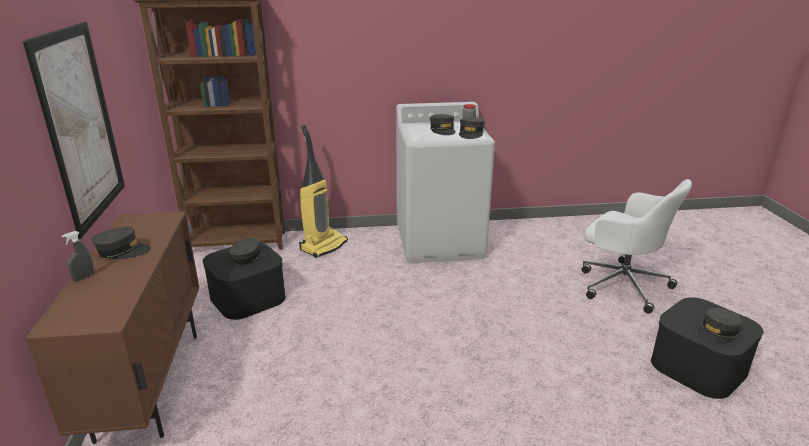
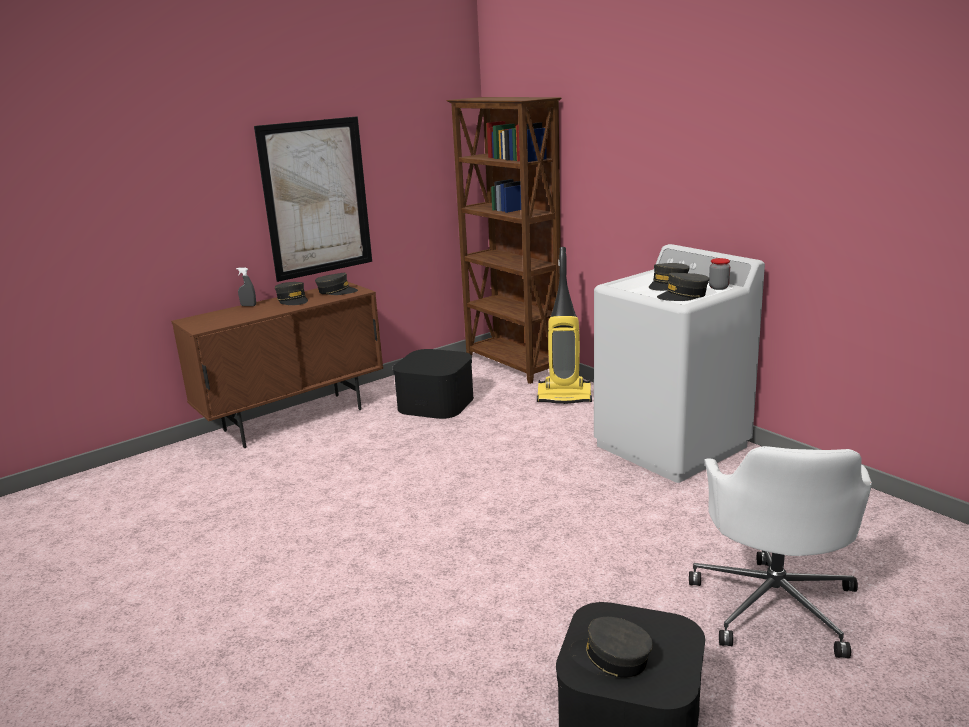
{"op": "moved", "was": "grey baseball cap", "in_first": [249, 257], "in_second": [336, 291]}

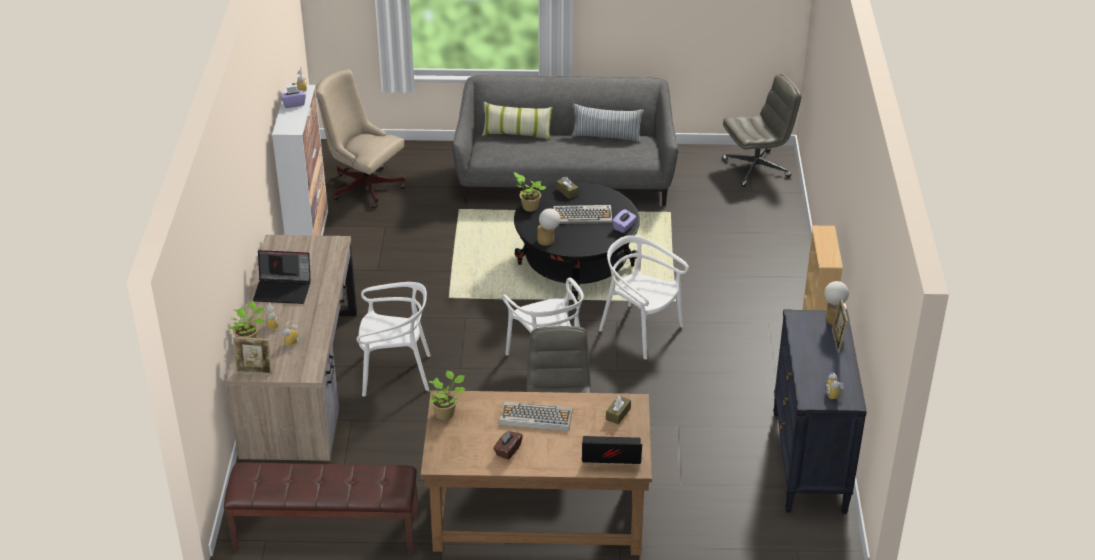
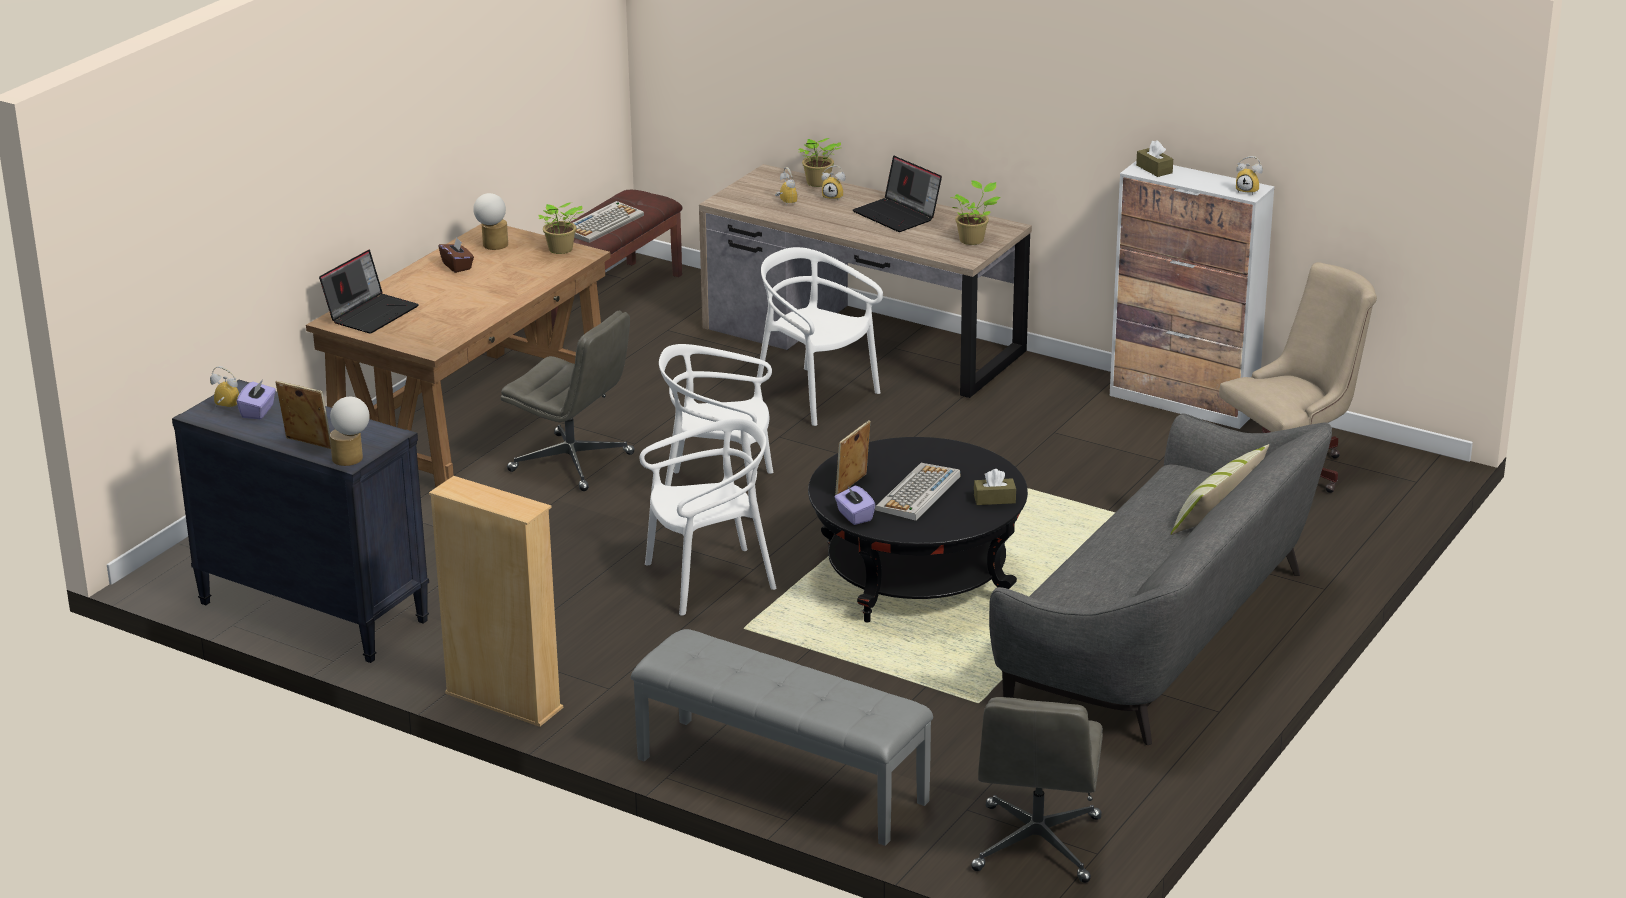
{"op": "moved", "was": "photo frame", "in_first": [255, 371], "in_second": [852, 486]}
{"op": "turned", "was": "laptop", "in_first": [283, 290], "in_second": [898, 215], "clockwise": -75}
{"op": "moved", "was": "purple tissue box", "in_first": [293, 104], "in_second": [258, 411]}
{"op": "turned", "was": "white plain chair", "in_first": [395, 373], "in_second": [815, 396], "clockwise": 105}
{"op": "moved", "was": "PC keyboard", "in_first": [535, 417], "in_second": [602, 224]}
{"op": "moved", "was": "plant in a pot", "in_first": [529, 207], "in_second": [973, 240]}
{"op": "moved", "was": "table lamp", "in_first": [548, 241], "in_second": [492, 246]}
{"op": "removed", "was": "throw pillow", "in_first": [606, 136]}
{"op": "moved", "was": "brown tissue box", "in_first": [618, 414], "in_second": [1154, 169]}
{"op": "added", "now": "grey indoor bench", "in_second": [780, 780]}

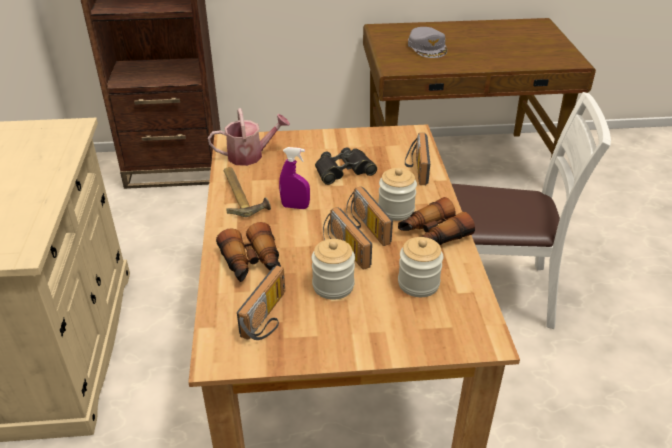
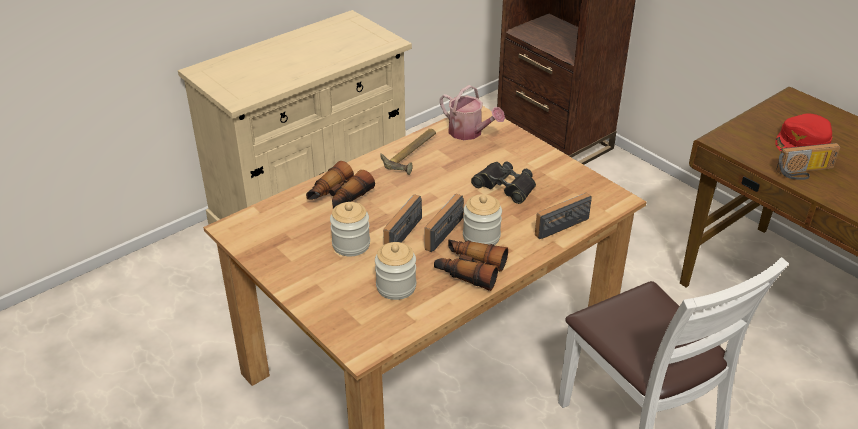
{"op": "moved", "was": "radio", "in_first": [268, 317], "in_second": [805, 172]}
{"op": "removed", "was": "purple spray bottle", "in_first": [295, 206]}
{"op": "recoloured", "was": "grey baseball cap", "now": "red baseball cap", "in_first": [427, 47], "in_second": [803, 142]}

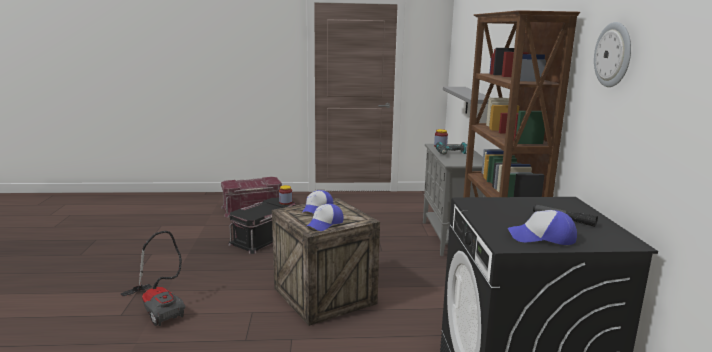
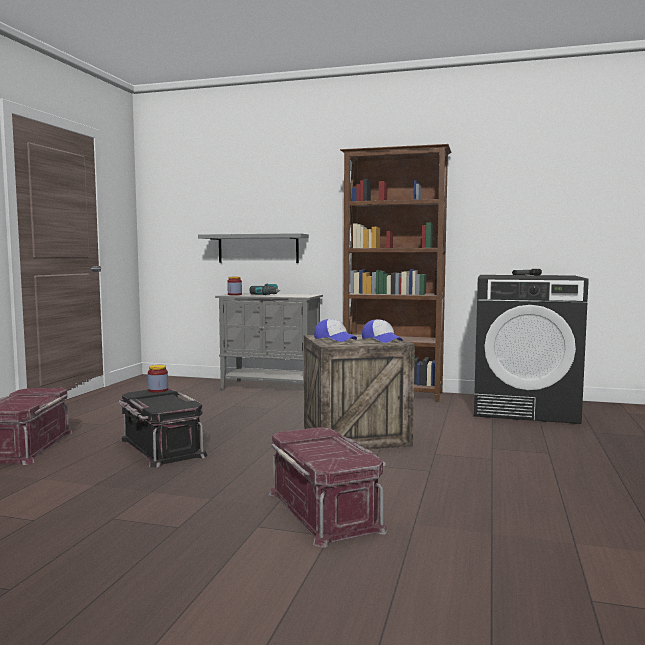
{"op": "replaced", "was": "vacuum cleaner", "now": "red storage bin", "in_first": [159, 308], "in_second": [325, 510]}
{"op": "removed", "was": "baseball cap", "in_first": [542, 237]}
{"op": "removed", "was": "wall clock", "in_first": [613, 55]}

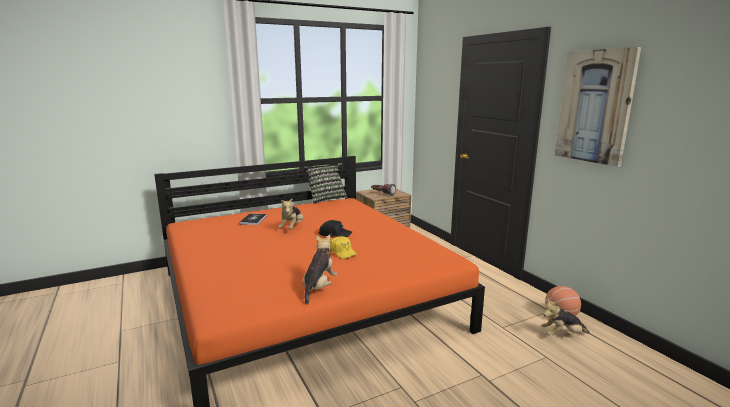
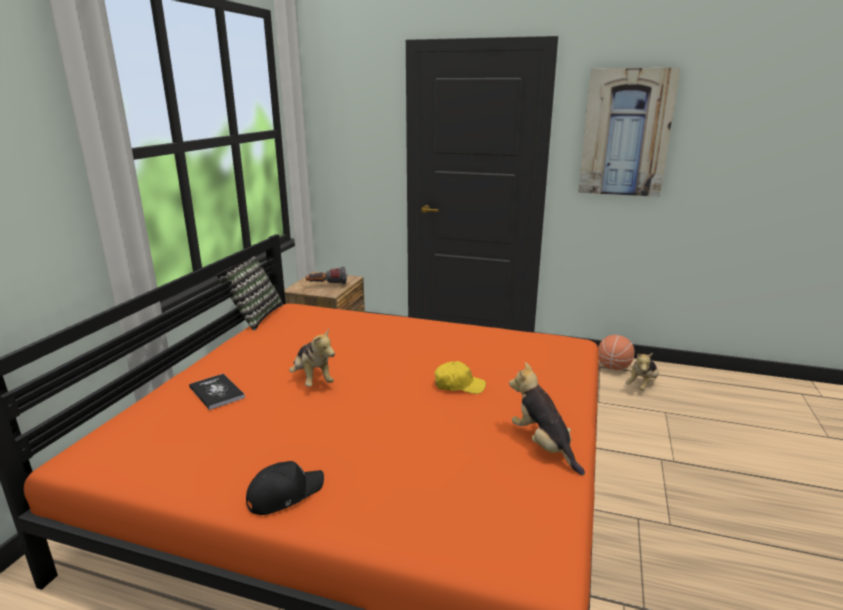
{"op": "moved", "was": "black-coloured baseball cap", "in_first": [334, 234], "in_second": [284, 494]}

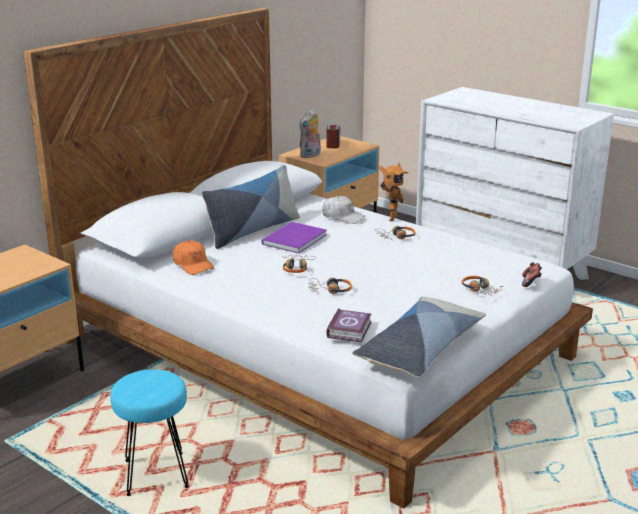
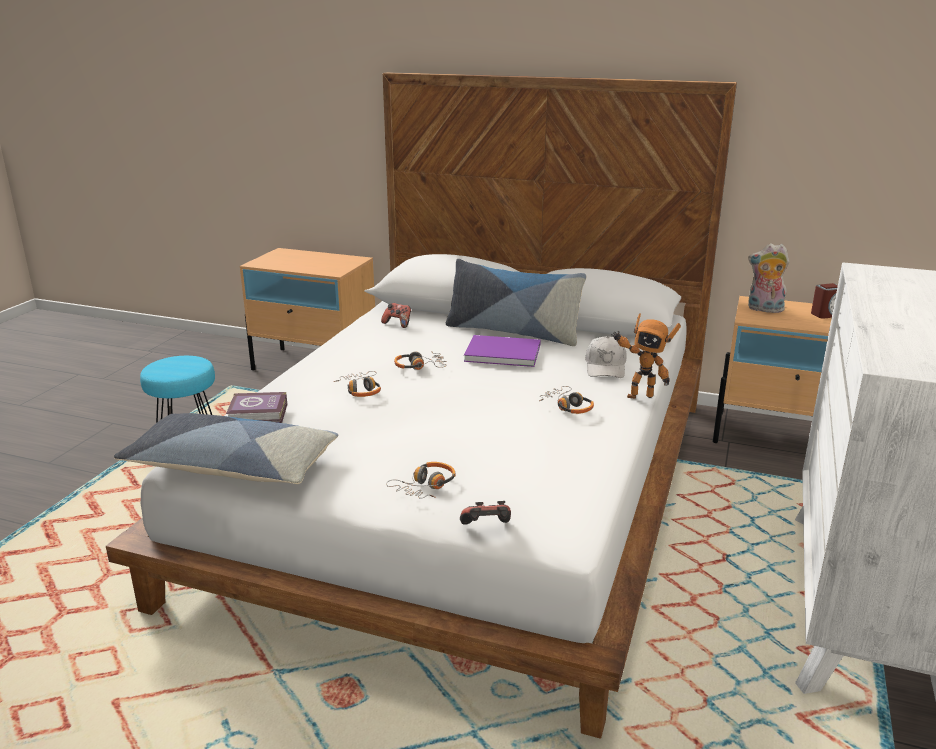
{"op": "replaced", "was": "orange baseball cap", "now": "gamepad", "in_first": [193, 265], "in_second": [398, 324]}

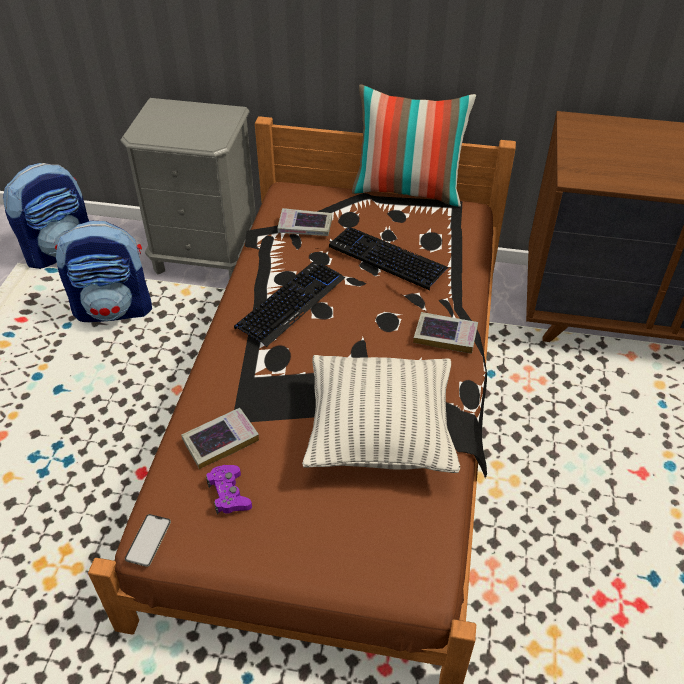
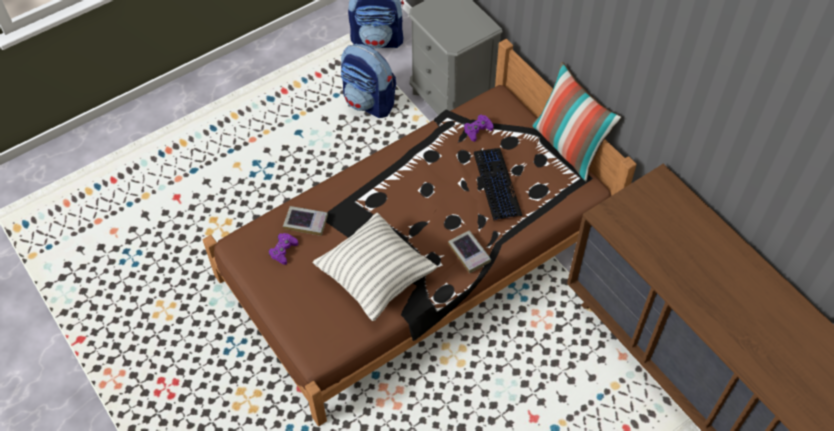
{"op": "removed", "was": "telephone", "in_first": [148, 540]}
{"op": "removed", "was": "PC keyboard", "in_first": [291, 303]}
{"op": "replaced", "was": "bound book", "now": "purple gamepad", "in_first": [305, 227], "in_second": [477, 130]}

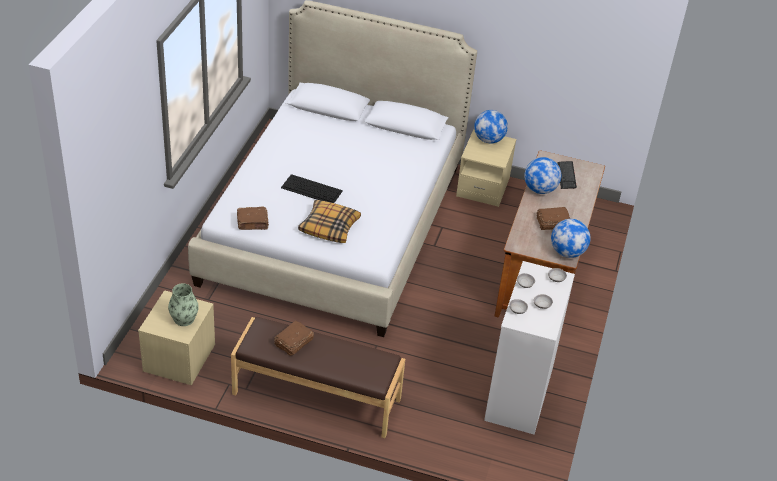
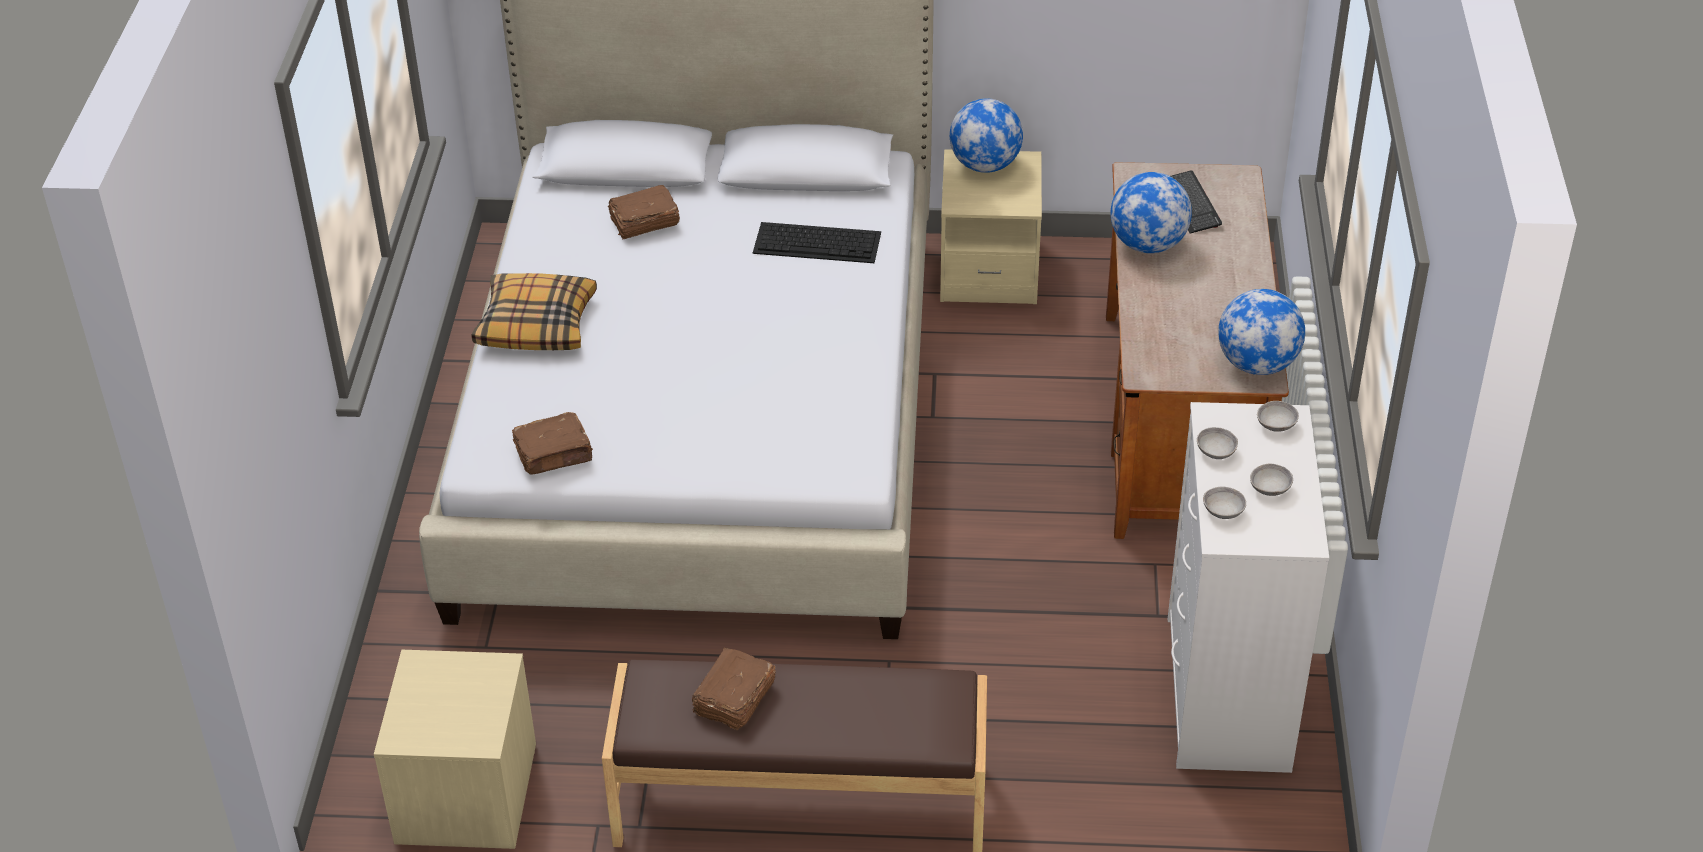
{"op": "removed", "was": "decorative vase", "in_first": [184, 319]}
{"op": "moved", "was": "PC keyboard", "in_first": [312, 189], "in_second": [818, 242]}
{"op": "moved", "was": "throw pillow", "in_first": [329, 227], "in_second": [537, 324]}
{"op": "moved", "was": "brown bound book", "in_first": [552, 223], "in_second": [643, 222]}

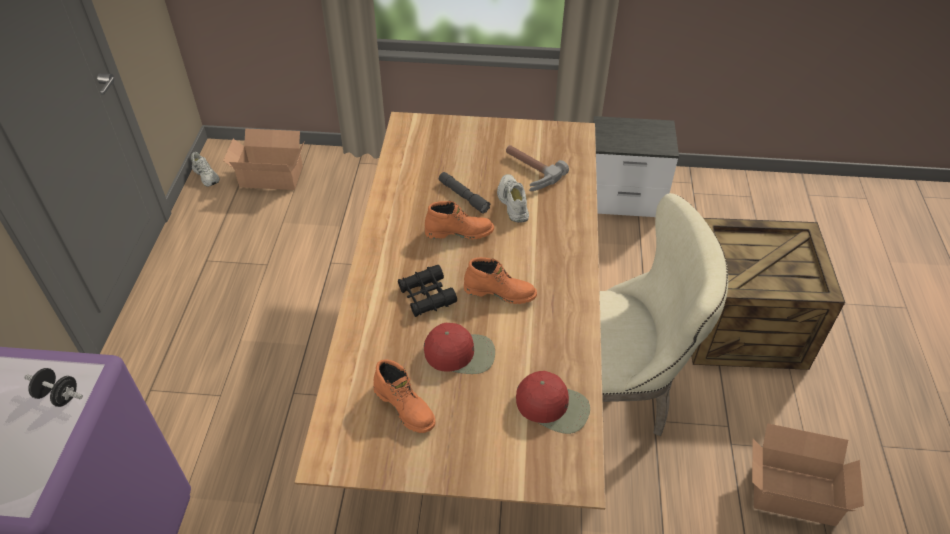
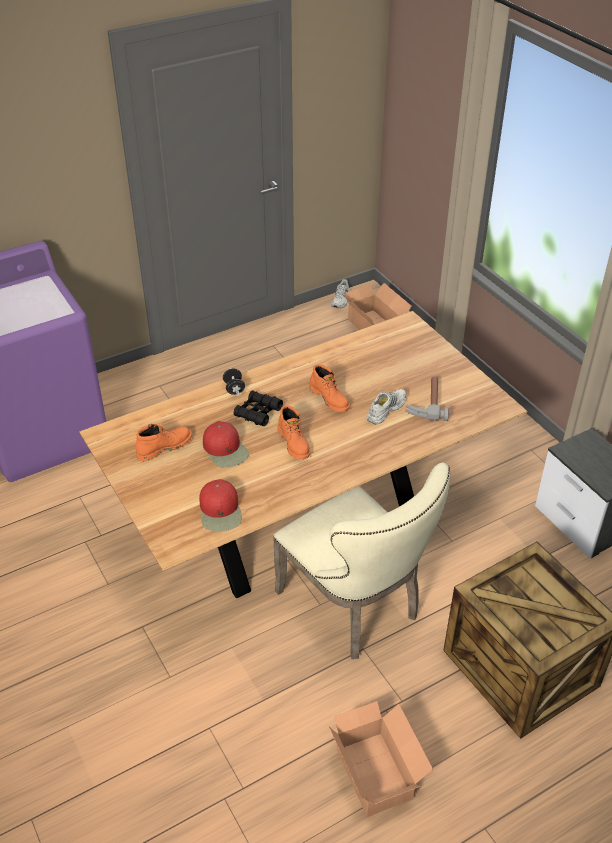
{"op": "moved", "was": "black-coloured free weight", "in_first": [58, 396], "in_second": [234, 389]}
{"op": "turned", "was": "orange high-top boot", "in_first": [405, 406], "in_second": [164, 447], "clockwise": -135}
{"op": "removed", "was": "grey hand torch", "in_first": [463, 196]}

